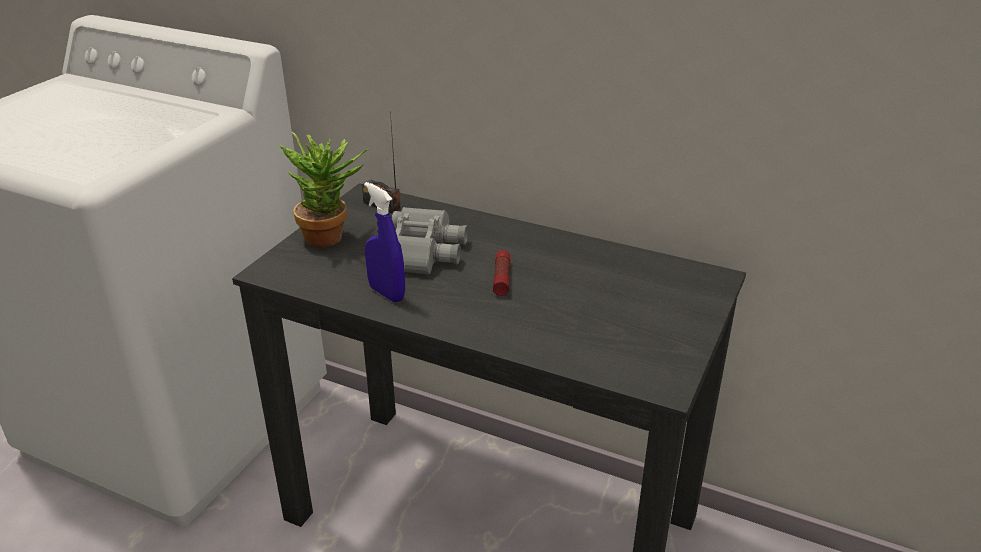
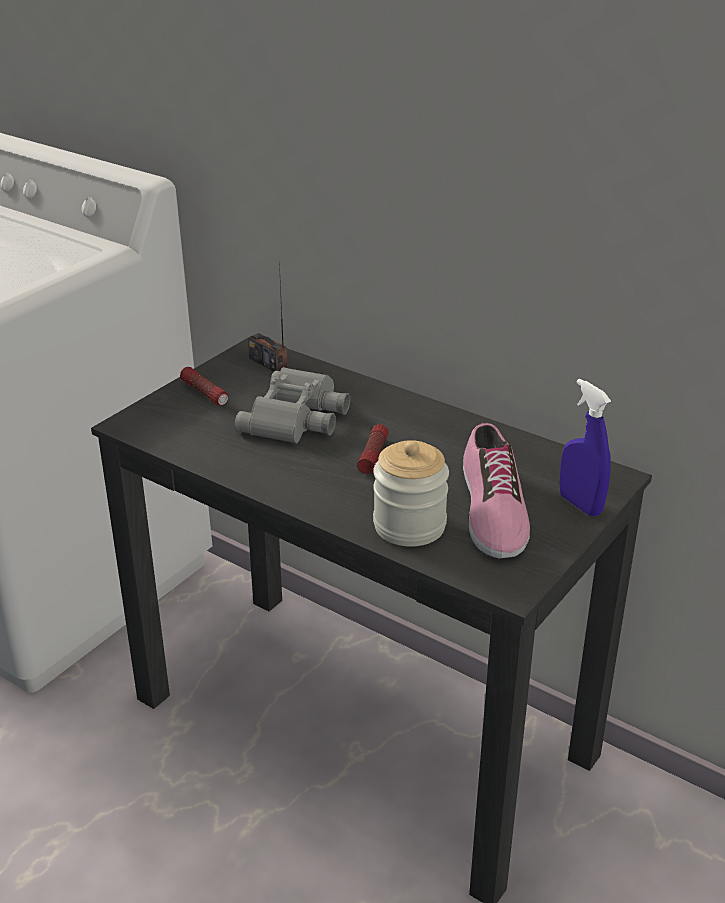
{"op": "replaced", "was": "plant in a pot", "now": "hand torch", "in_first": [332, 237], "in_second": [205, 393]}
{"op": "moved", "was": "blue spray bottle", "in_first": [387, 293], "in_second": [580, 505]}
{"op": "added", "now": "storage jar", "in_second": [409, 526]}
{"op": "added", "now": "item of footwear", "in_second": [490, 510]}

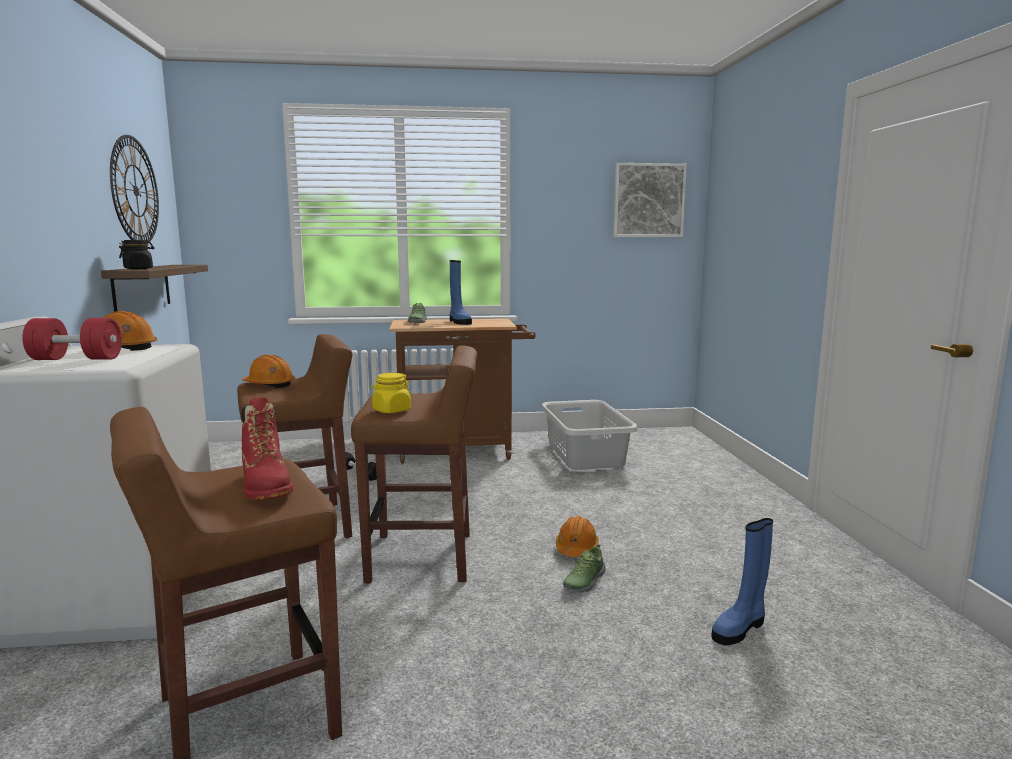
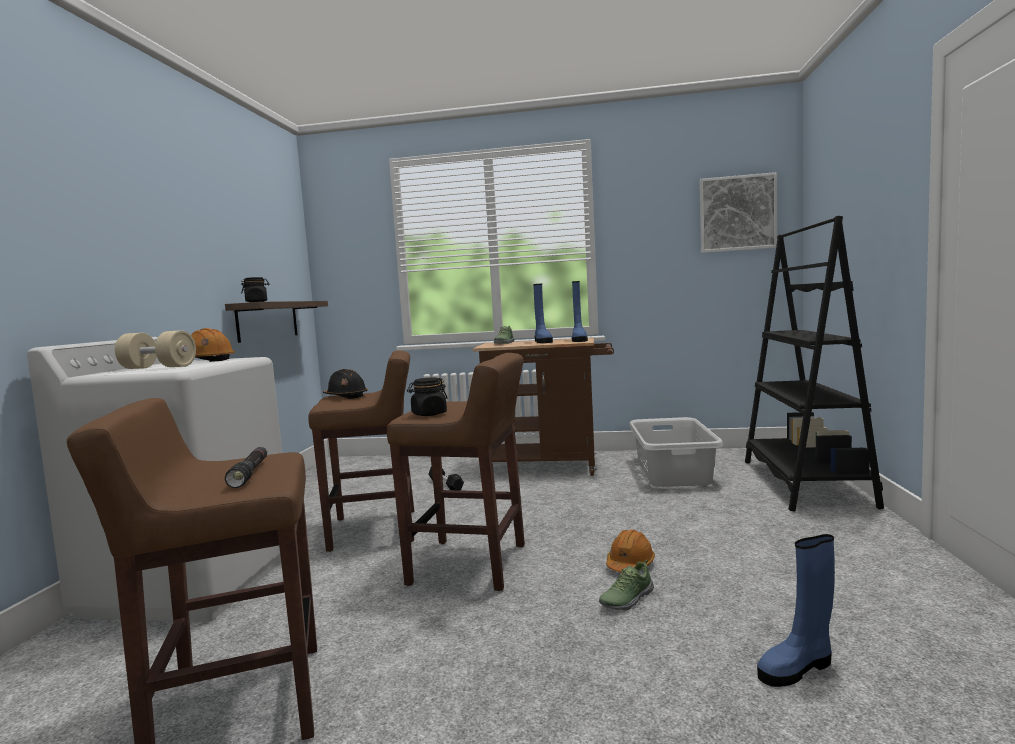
{"op": "recoloured", "was": "red free weight", "now": "beige free weight", "in_first": [76, 359], "in_second": [158, 367]}
{"op": "removed", "was": "wall clock", "in_first": [135, 191]}
{"op": "replaced", "was": "red high-top boot", "now": "black-coloured hand torch", "in_first": [266, 487], "in_second": [250, 474]}
{"op": "recoloured", "was": "orange work helmet", "now": "black-coloured work helmet", "in_first": [269, 385], "in_second": [346, 396]}
{"op": "recoloured", "was": "yellowish storage jar", "now": "black-coloured storage jar", "in_first": [391, 410], "in_second": [429, 414]}
{"op": "added", "now": "blue high-top boot", "in_second": [578, 340]}
{"op": "added", "now": "black-coloured shelving unit", "in_second": [804, 483]}

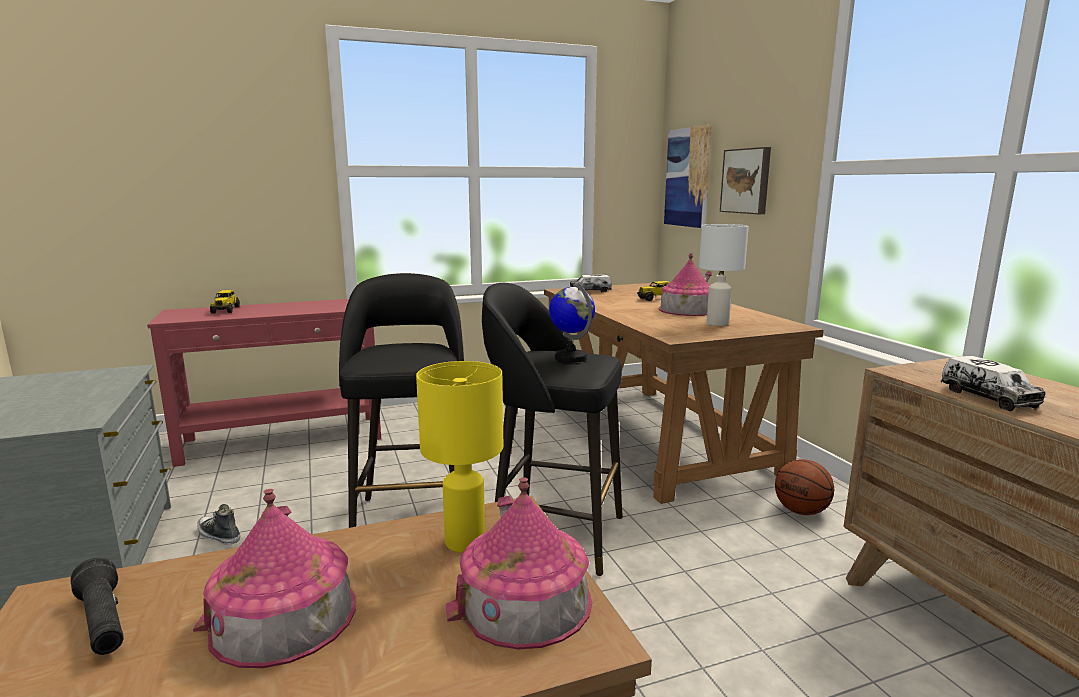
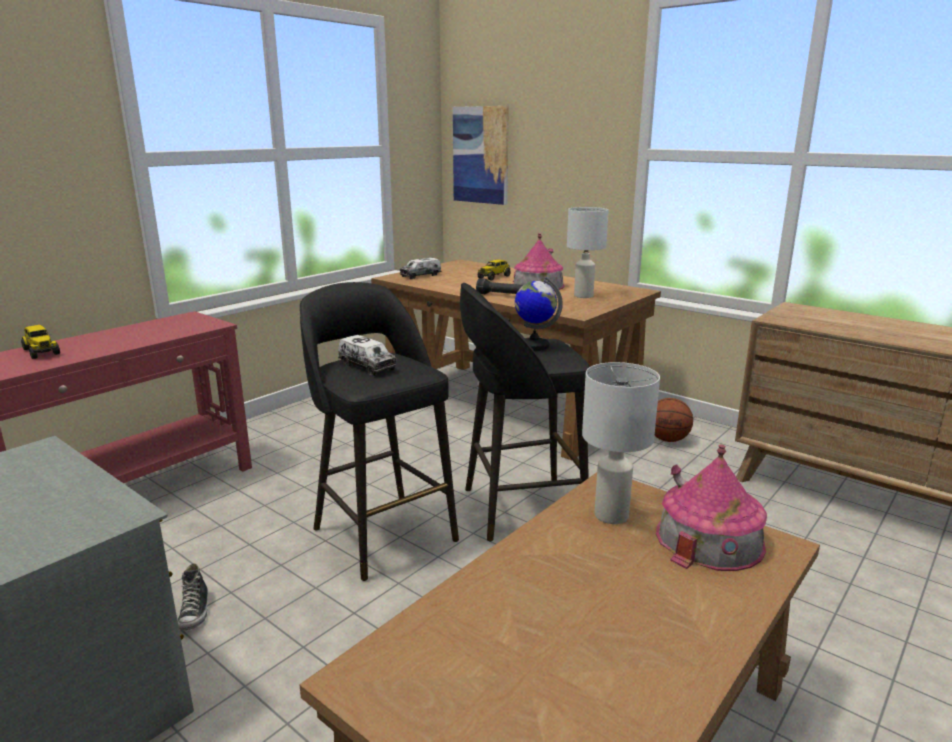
{"op": "moved", "was": "black-coloured hand torch", "in_first": [103, 623], "in_second": [502, 295]}
{"op": "removed", "was": "toy house", "in_first": [283, 616]}
{"op": "turned", "was": "item of footwear", "in_first": [218, 535], "in_second": [195, 612], "clockwise": -105}
{"op": "recoloured", "was": "yellowish table lamp", "now": "white table lamp", "in_first": [466, 541], "in_second": [612, 514]}
{"op": "removed", "was": "wall art", "in_first": [747, 181]}
{"op": "moved", "was": "model truck", "in_first": [988, 397], "in_second": [367, 366]}

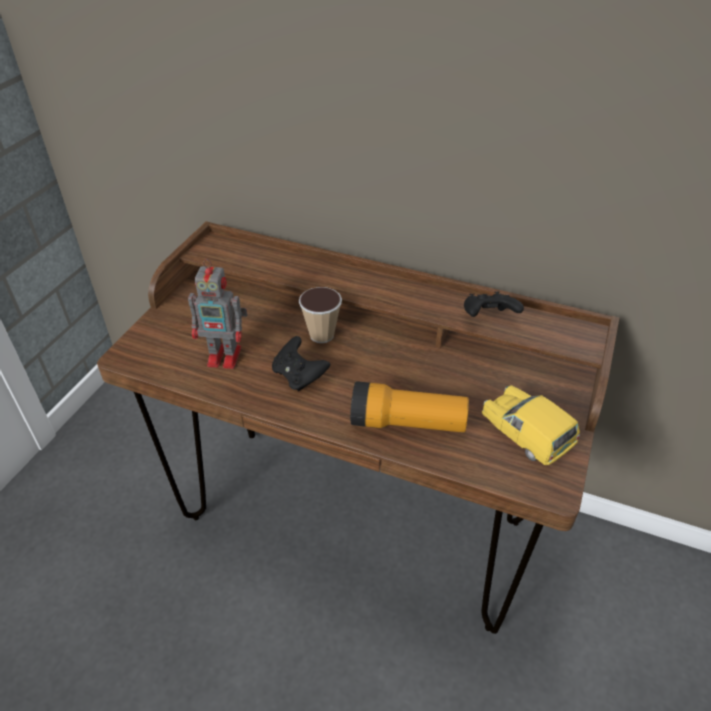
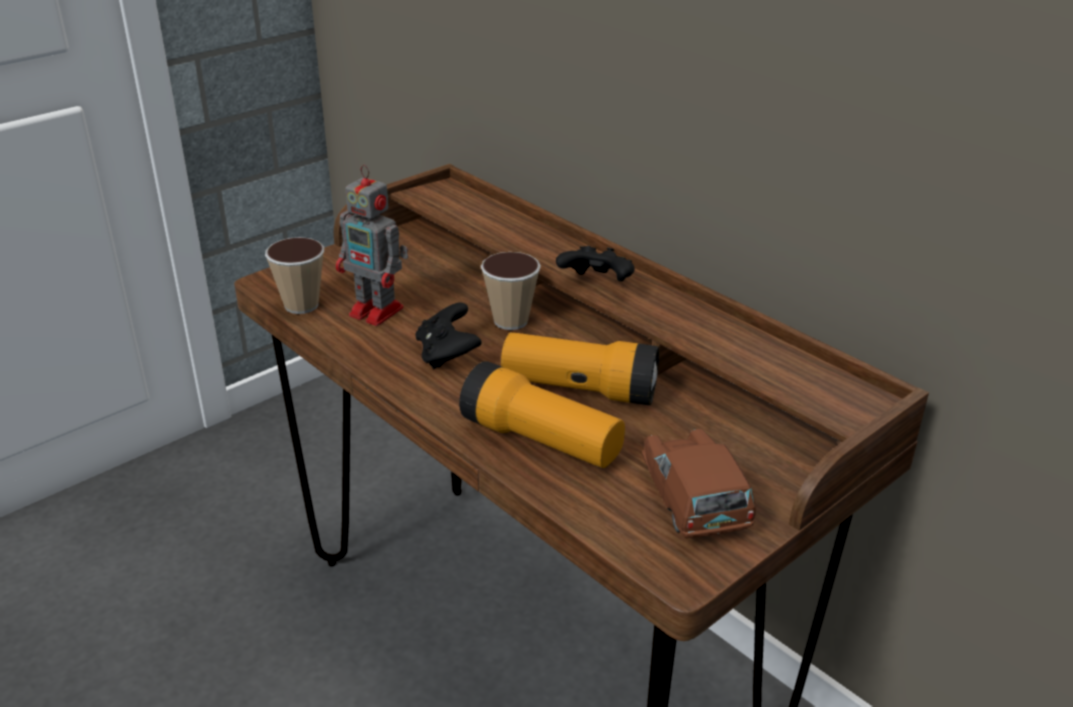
{"op": "moved", "was": "black-coloured gamepad", "in_first": [488, 318], "in_second": [597, 284]}
{"op": "recoloured", "was": "yellowish model car", "now": "brown model car", "in_first": [525, 435], "in_second": [692, 502]}
{"op": "added", "now": "cup", "in_second": [301, 305]}
{"op": "added", "now": "hand torch", "in_second": [579, 389]}

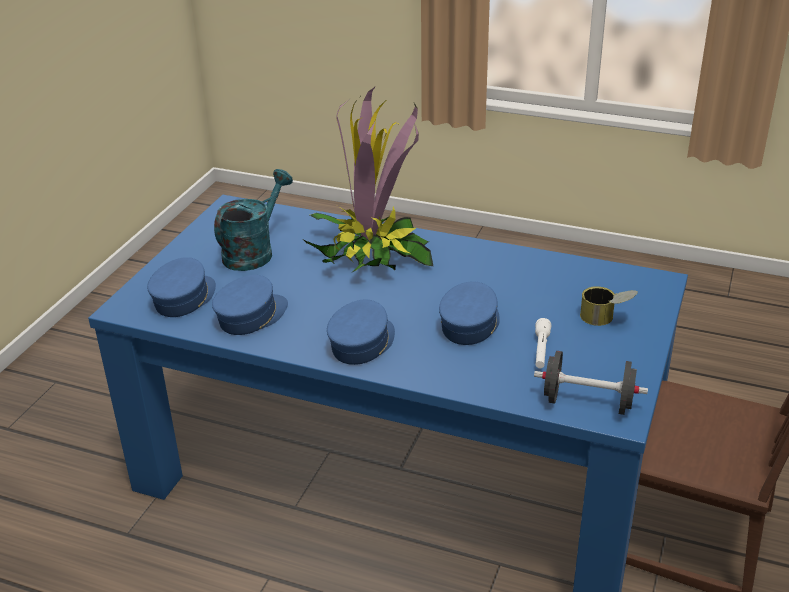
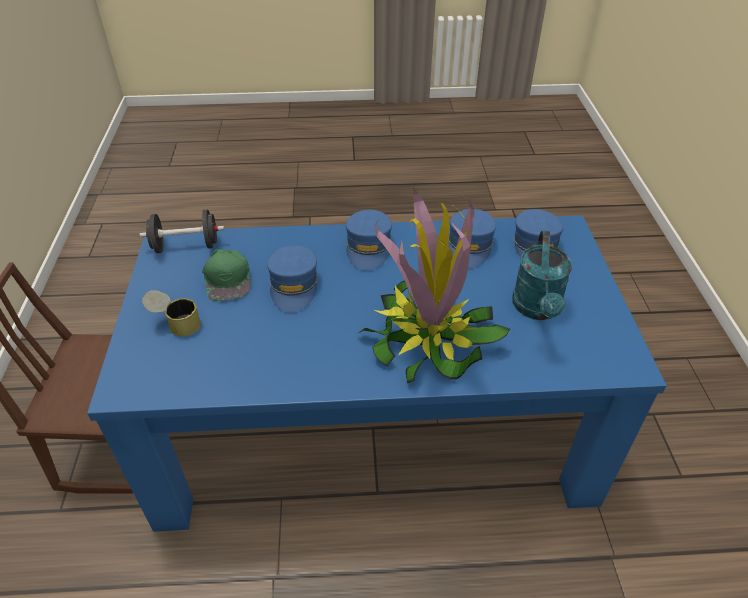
{"op": "replaced", "was": "white hand torch", "now": "green baseball cap", "in_first": [541, 350], "in_second": [228, 278]}

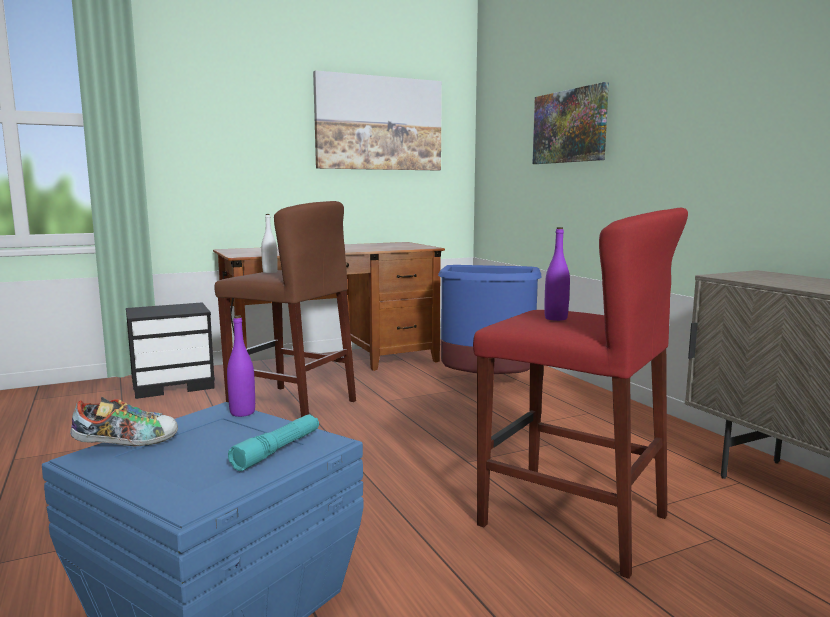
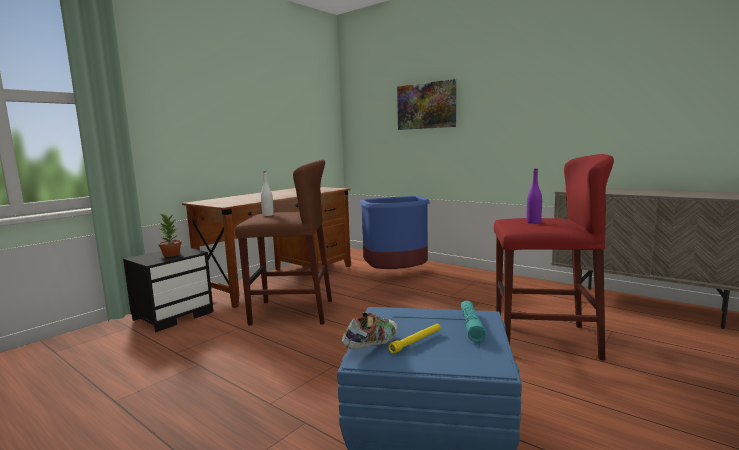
{"op": "removed", "was": "purple beverage bottle", "in_first": [242, 412]}
{"op": "removed", "was": "wall art", "in_first": [379, 123]}
{"op": "added", "now": "plant in a pot", "in_second": [171, 254]}
{"op": "added", "now": "yellowish hand torch", "in_second": [416, 341]}

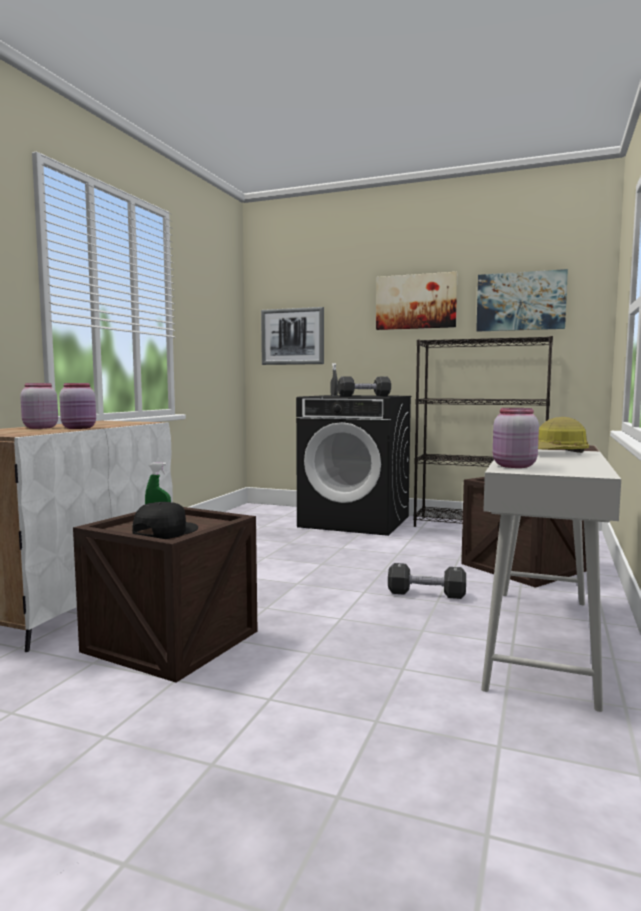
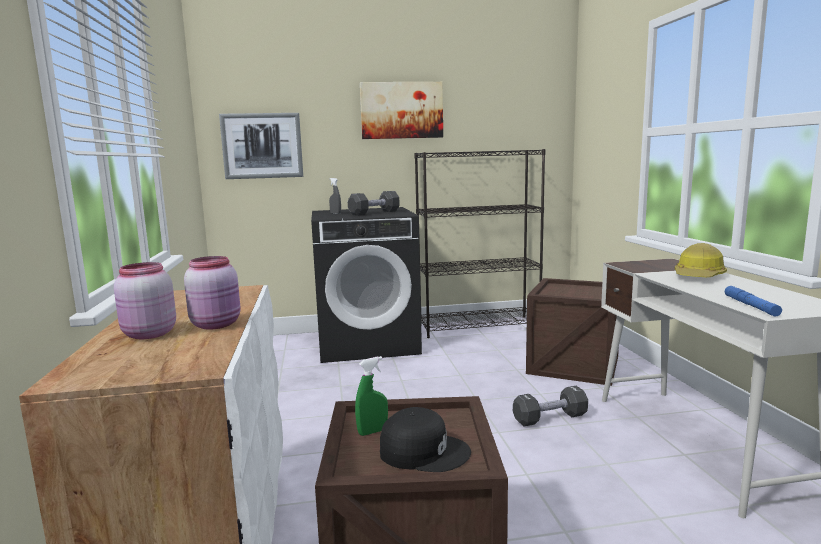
{"op": "turned", "was": "black-coloured baseball cap", "in_first": [164, 531], "in_second": [423, 451], "clockwise": 105}
{"op": "removed", "was": "wall art", "in_first": [520, 301]}
{"op": "replaced", "was": "pink-coloured storage jar", "now": "blue hand torch", "in_first": [513, 466], "in_second": [751, 306]}

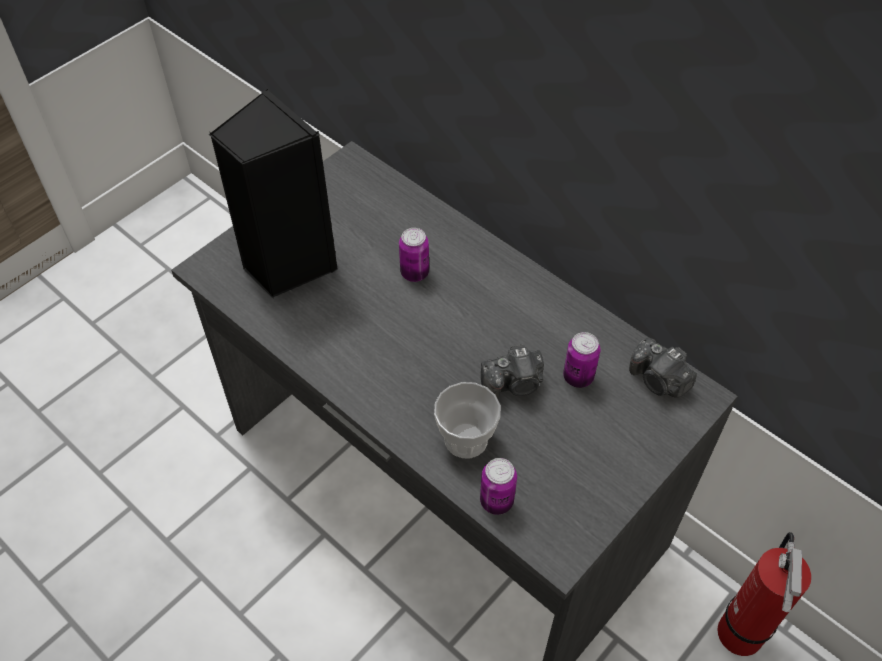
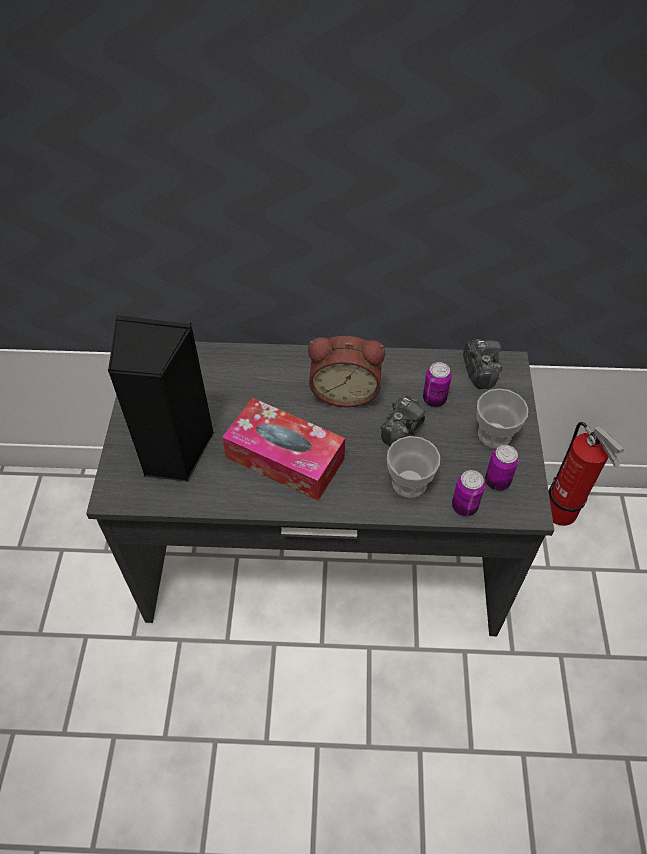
{"op": "moved", "was": "sealed can", "in_first": [414, 273], "in_second": [497, 481]}
{"op": "turned", "was": "still camera", "in_first": [658, 380], "in_second": [479, 371], "clockwise": -105}
{"op": "added", "now": "tissue box", "in_second": [285, 458]}
{"op": "added", "now": "alarm clock", "in_second": [345, 391]}
{"op": "added", "now": "cup", "in_second": [494, 434]}

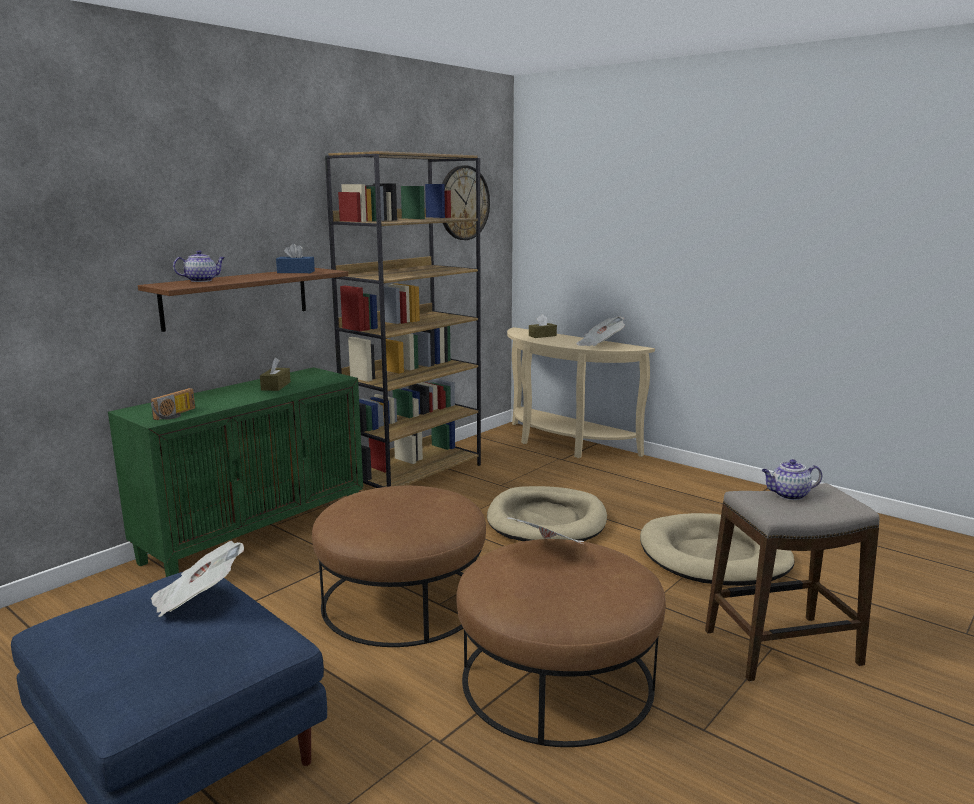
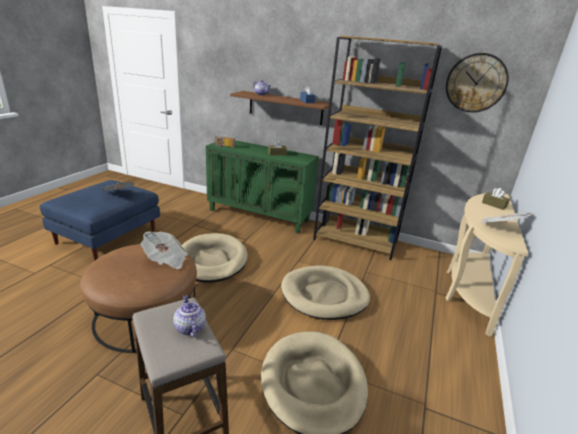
{"op": "replaced", "was": "brown footrest", "now": "beige pet bed", "in_first": [402, 600], "in_second": [212, 260]}

